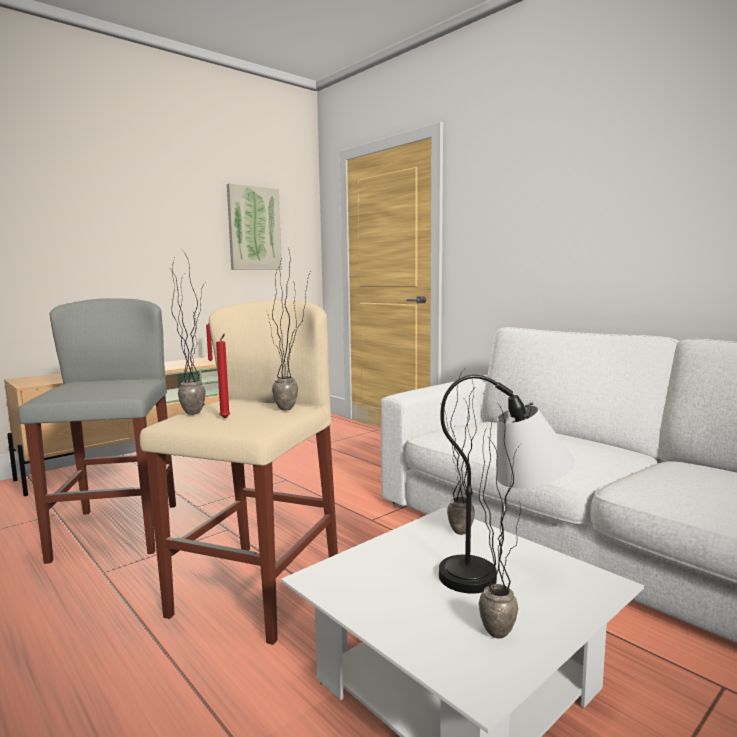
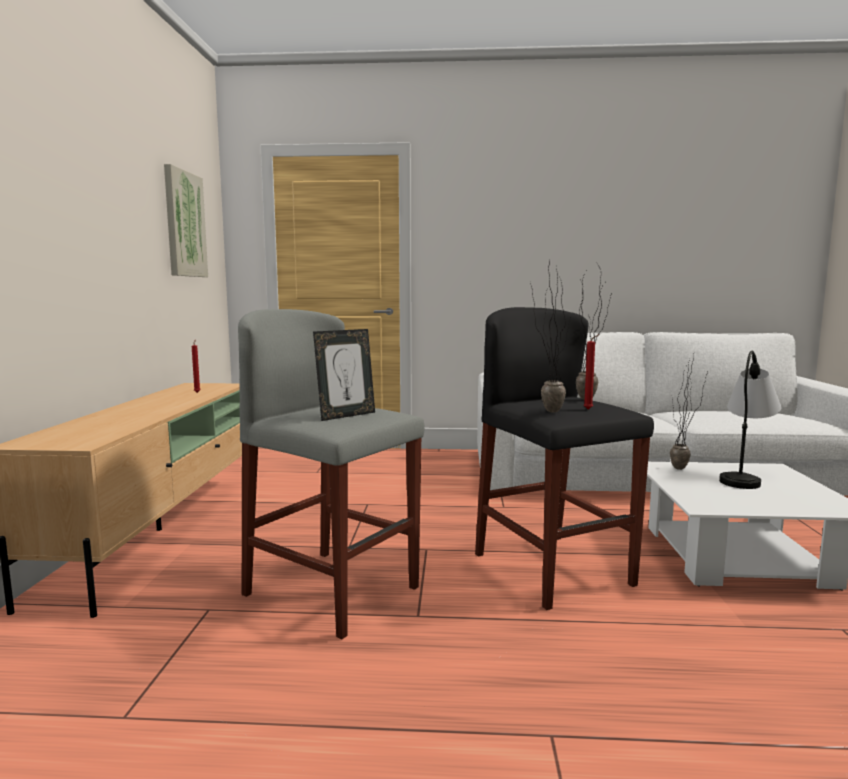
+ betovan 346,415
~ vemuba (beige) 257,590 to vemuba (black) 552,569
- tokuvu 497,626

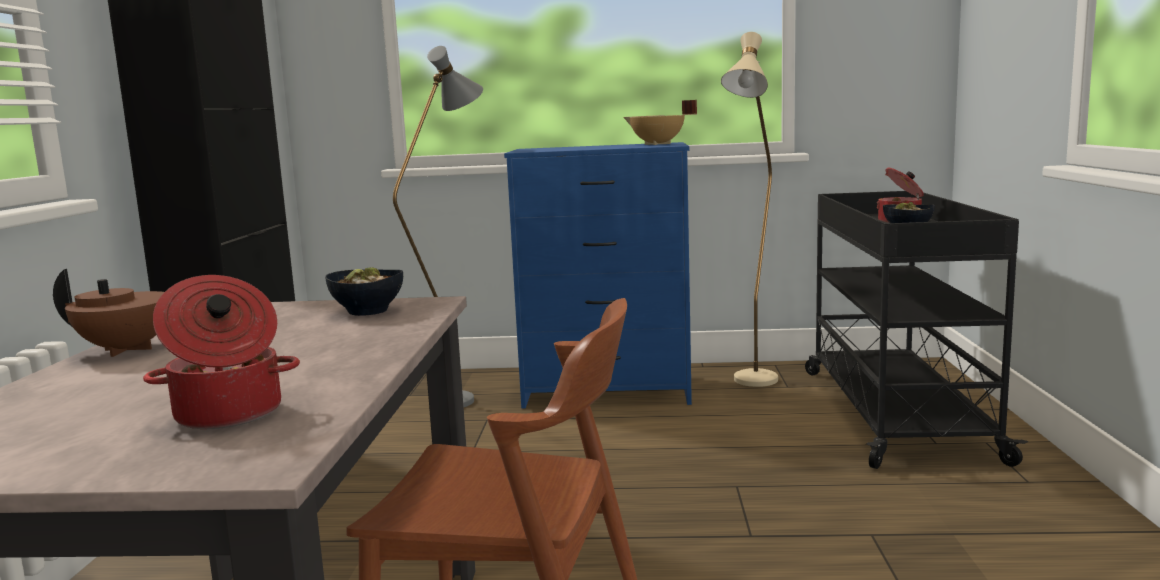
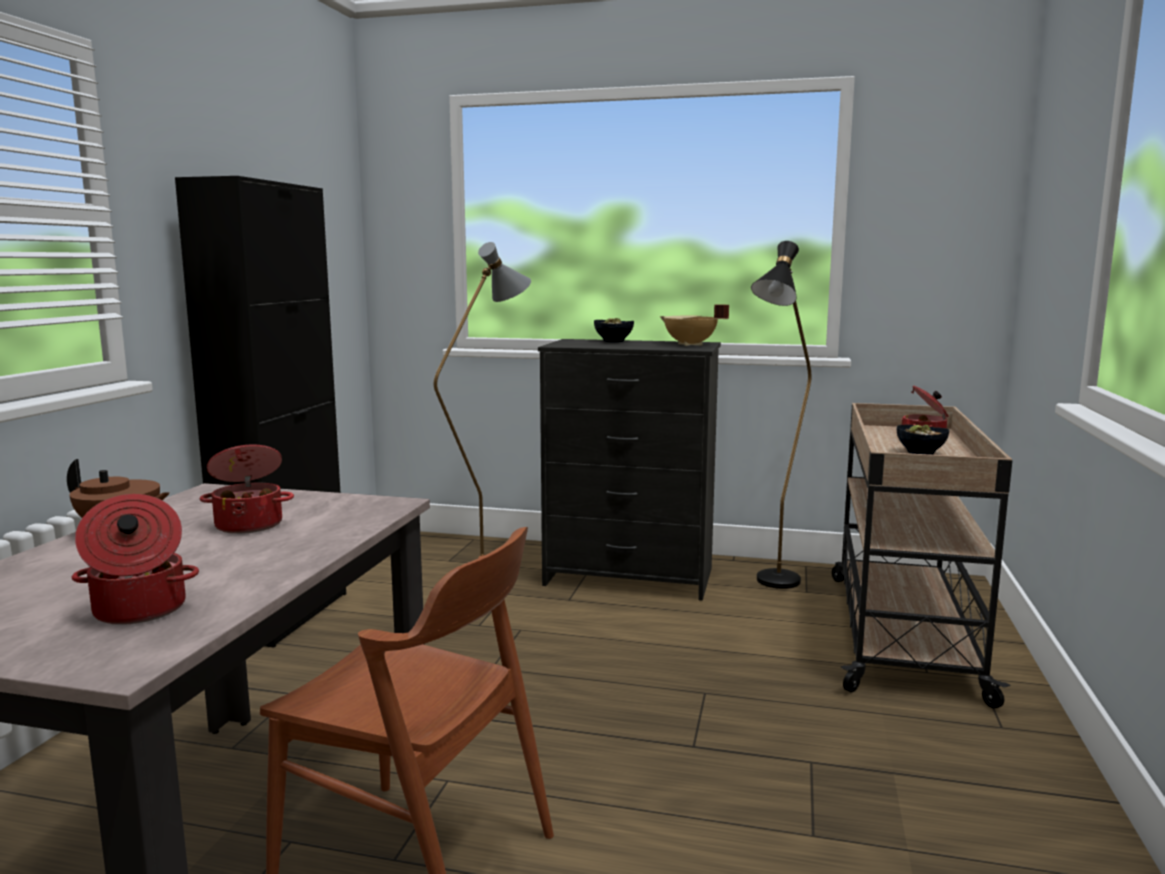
+ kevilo 249,524
~ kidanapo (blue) 607,392 to kidanapo (black) 628,577
~ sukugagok 367,311 to 613,341
~ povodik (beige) 753,385 to povodik (black) 773,586
~ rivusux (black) 894,411 to rivusux (beige) 901,632

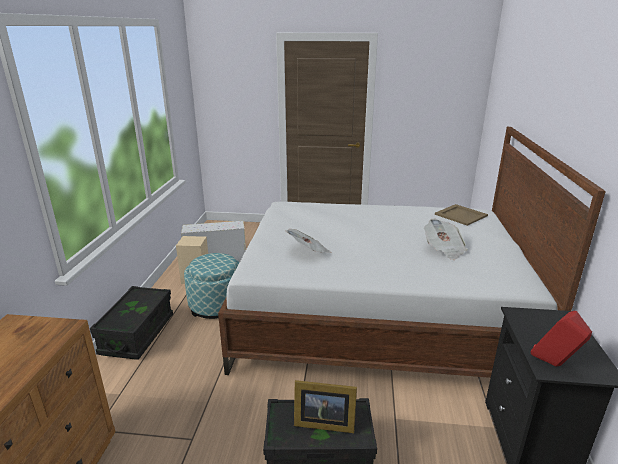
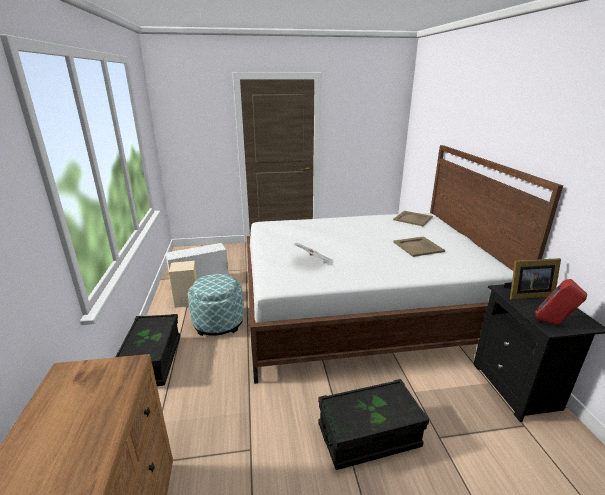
~ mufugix 444,249 to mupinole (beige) 418,247
~ betovan 322,422 to 526,294

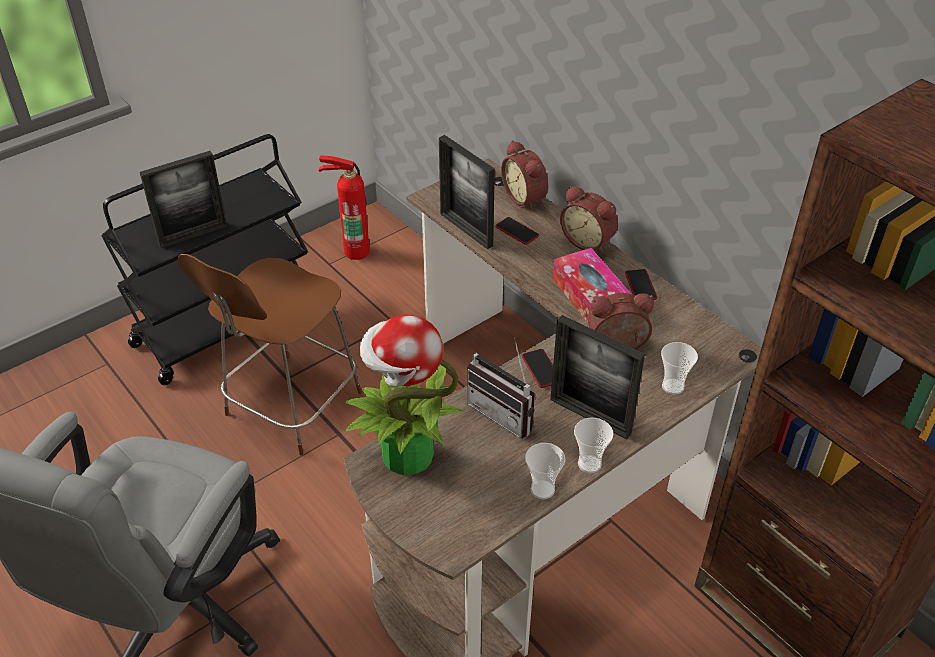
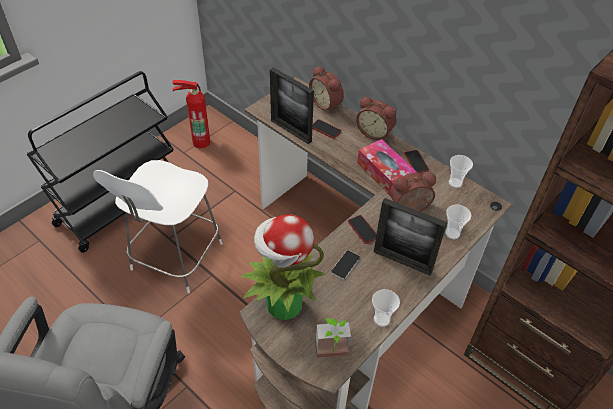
~ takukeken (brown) 290,407 to takukeken (white) 175,259
+ tokuvu 332,355
~ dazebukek 505,413 to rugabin 345,265
~ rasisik 589,464 to 455,183
- betovan 193,235

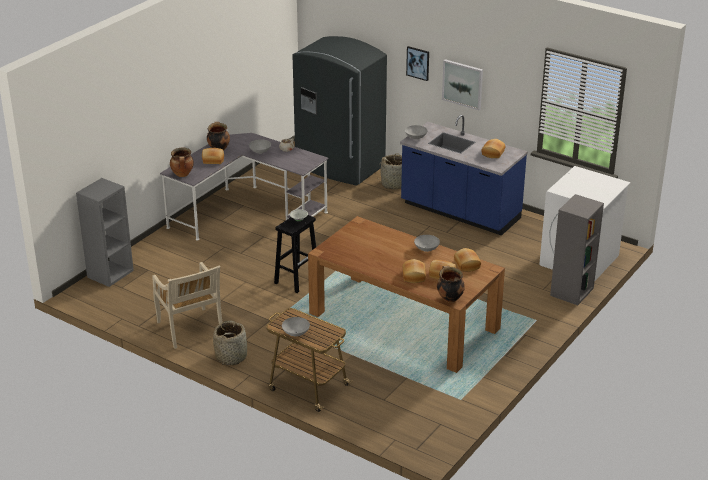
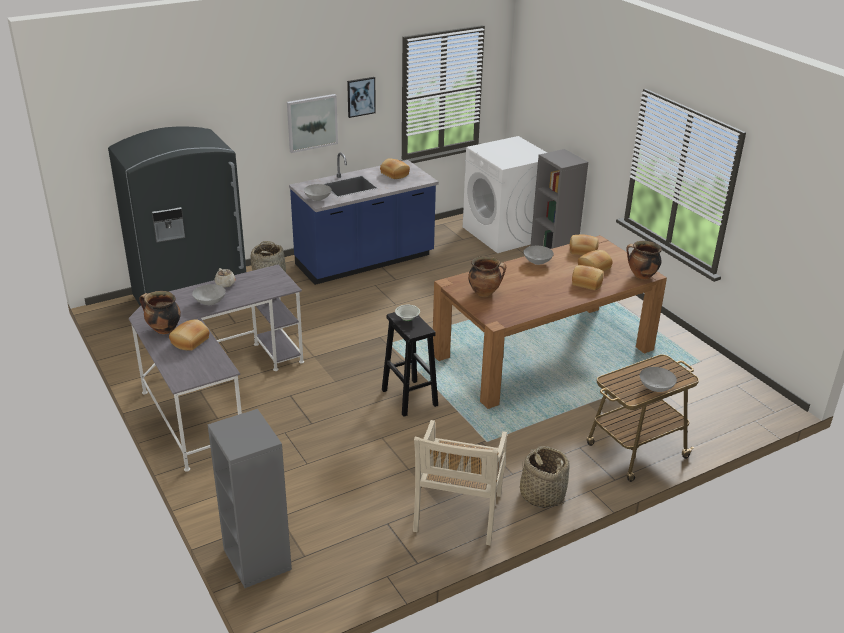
~ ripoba 418,63 to 361,96
~ takukeken (beige) 190,329 = 458,514 105 degrees clockwise
~ kevilo 182,174 to 485,293

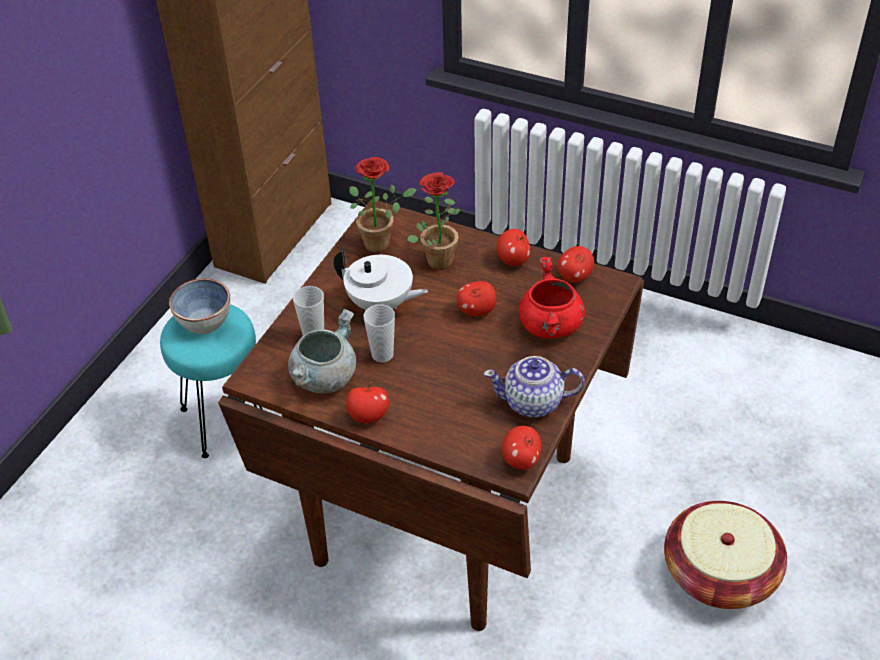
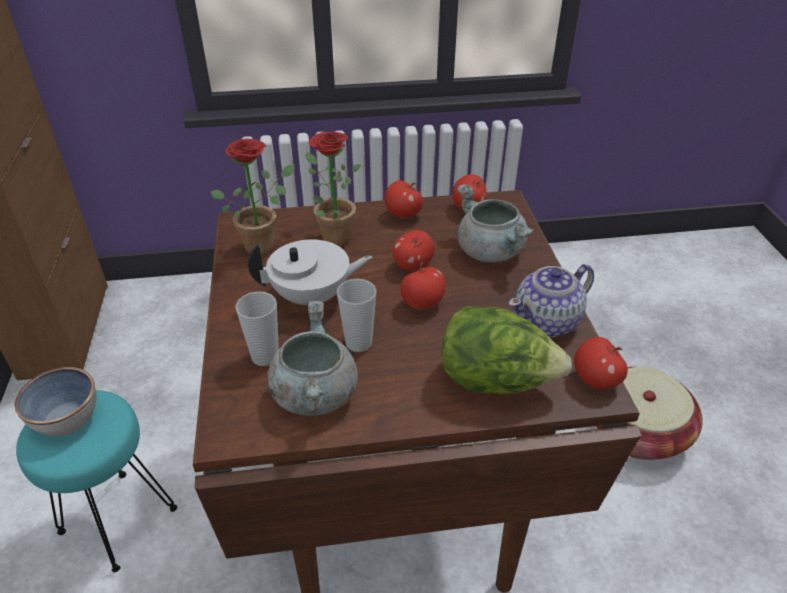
~ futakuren 368,416 to 422,303
+ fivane 496,381
~ kevilo (red) 551,326 to kevilo (grey) 491,252

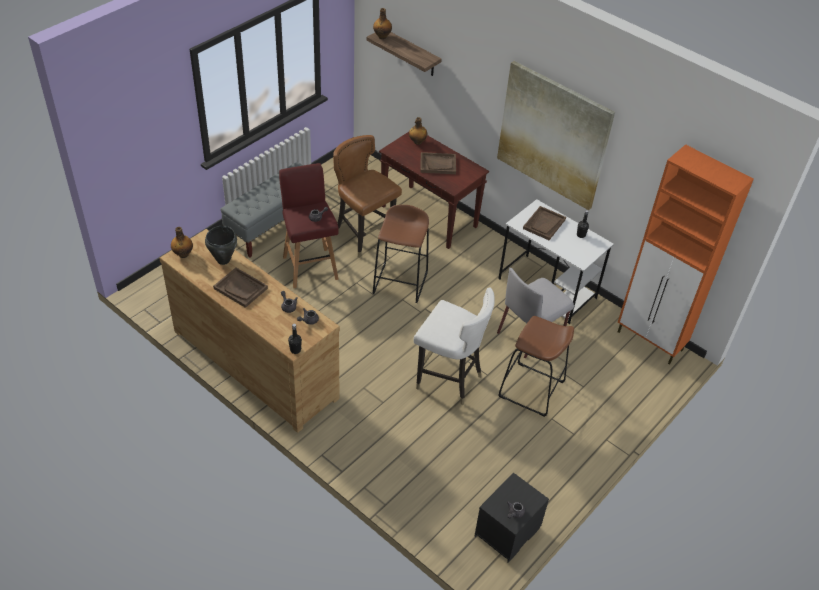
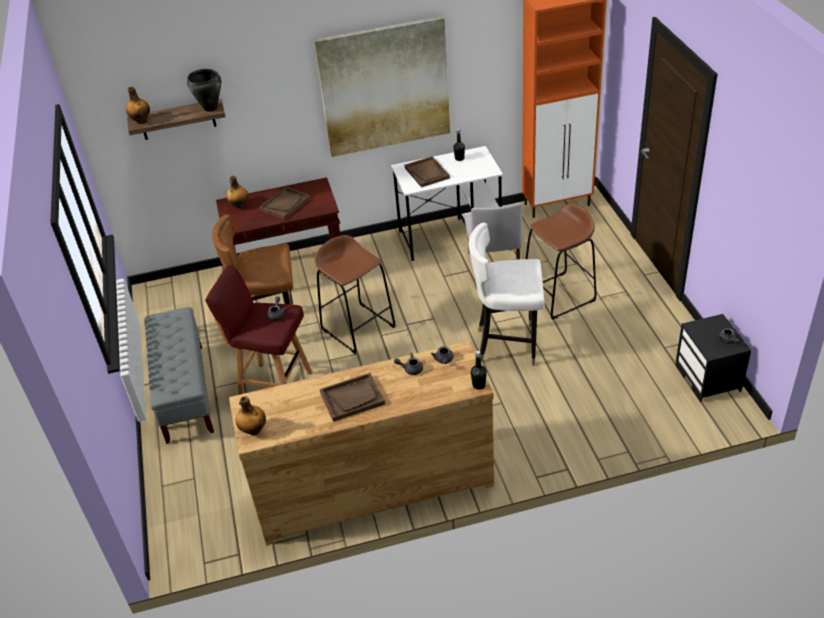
~ kevilo (black) 223,260 to 210,108
~ takukeken (white) 448,380 = 508,345 150 degrees counterclockwise

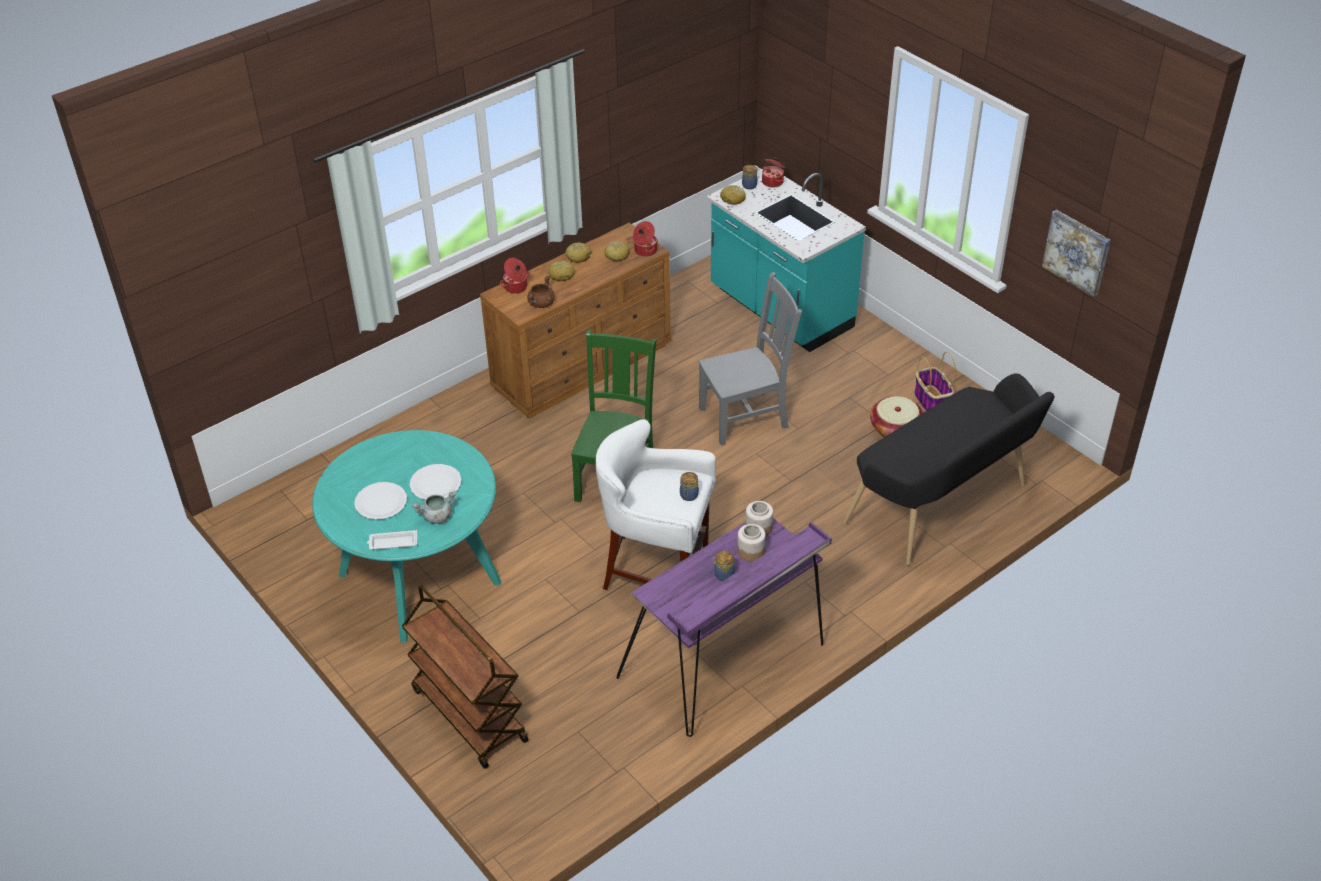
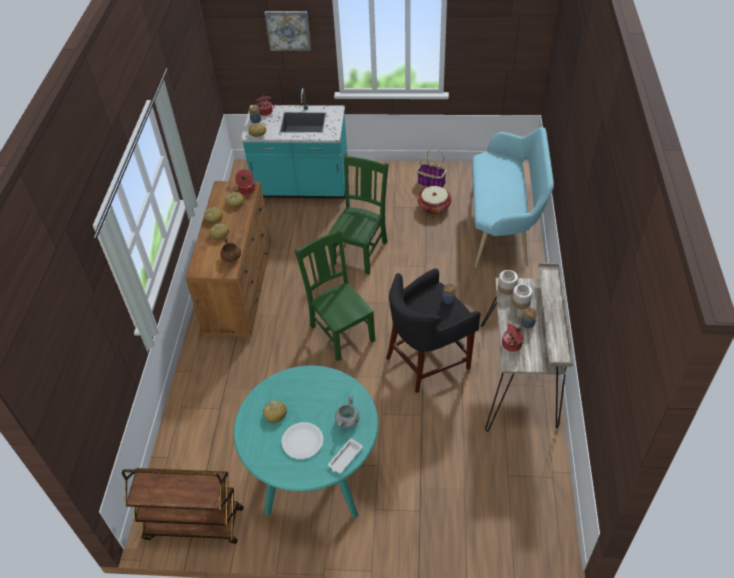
~ rivusux (brown) 468,714 to 193,524
+ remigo 275,414
~ ripoba 1077,252 to 288,30
~ takukeken (grey) 746,417 to takukeken (green) 360,251
~ vemuba (white) 657,571 to vemuba (black) 428,361
~ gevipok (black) 943,508 to gevipok (turquoise) 503,227
~ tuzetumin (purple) 726,661 to tuzetumin (beige) 520,376
~ kevilo 516,287 to 512,344
- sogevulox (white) 436,483

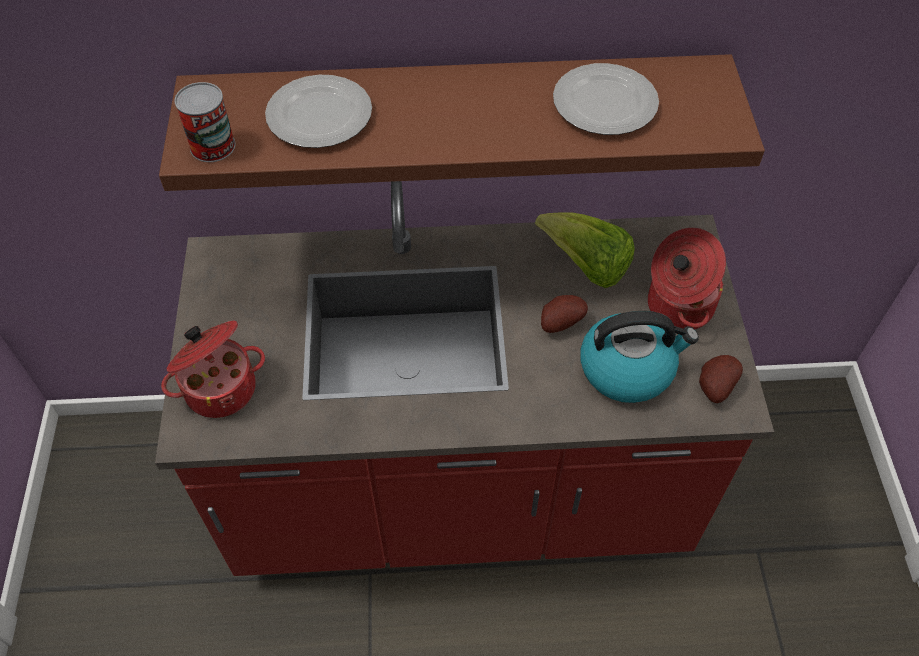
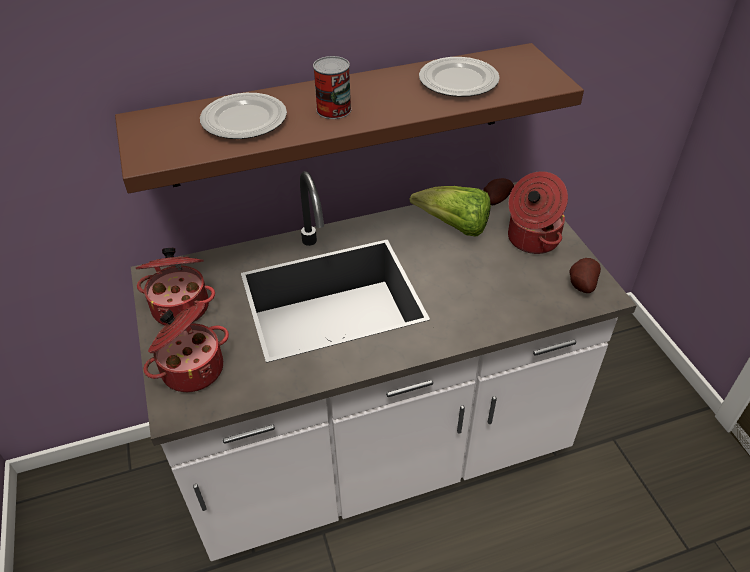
~ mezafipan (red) 460,493 to mezafipan (white) 377,452
+ kevilo 182,306
~ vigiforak 212,146 to 334,110
~ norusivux 559,322 to 494,201
- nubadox 628,368

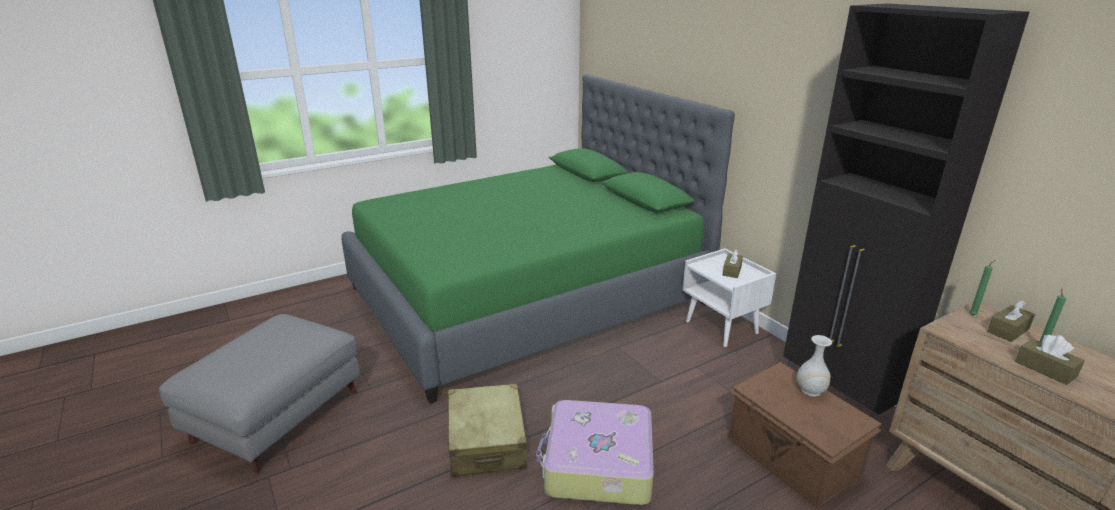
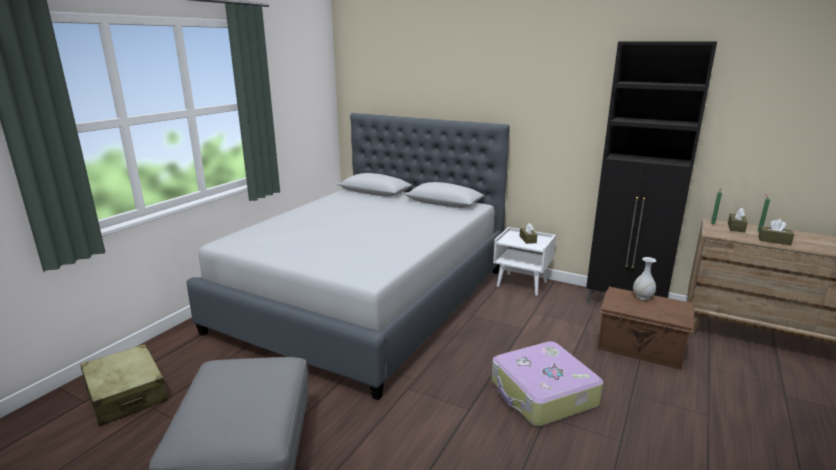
~ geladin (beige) 487,442 to 127,395
~ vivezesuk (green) 527,295 to vivezesuk (grey) 367,299

